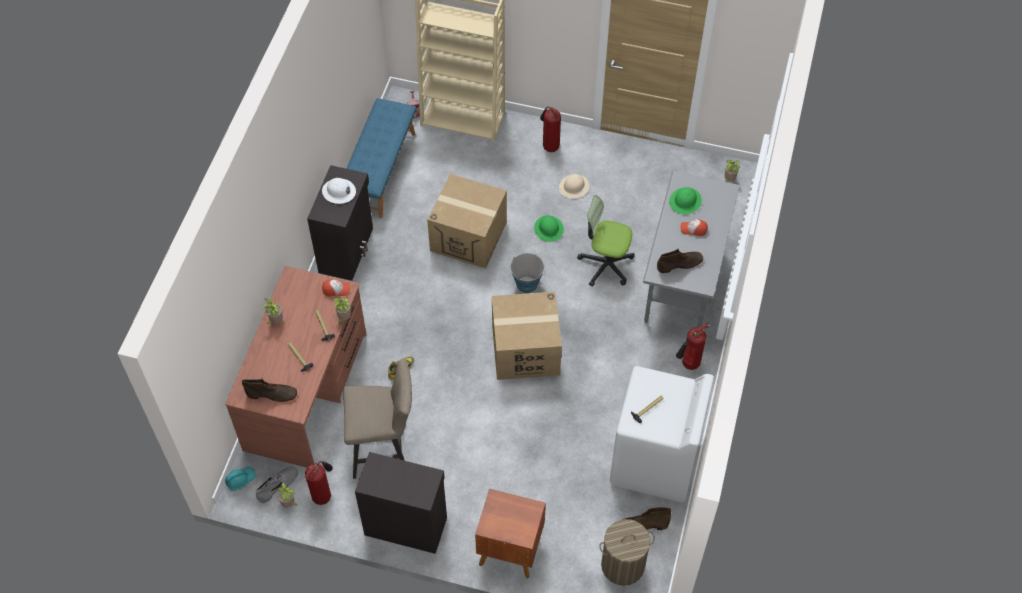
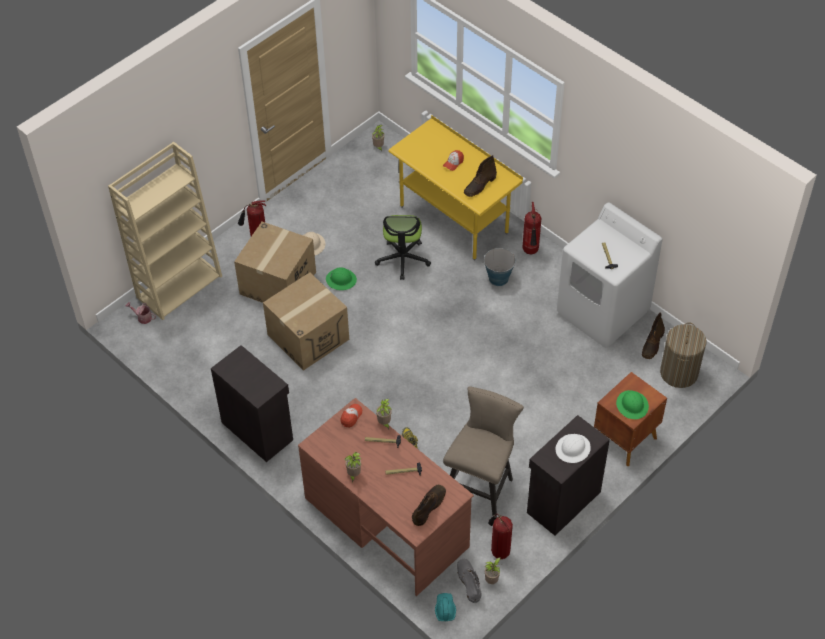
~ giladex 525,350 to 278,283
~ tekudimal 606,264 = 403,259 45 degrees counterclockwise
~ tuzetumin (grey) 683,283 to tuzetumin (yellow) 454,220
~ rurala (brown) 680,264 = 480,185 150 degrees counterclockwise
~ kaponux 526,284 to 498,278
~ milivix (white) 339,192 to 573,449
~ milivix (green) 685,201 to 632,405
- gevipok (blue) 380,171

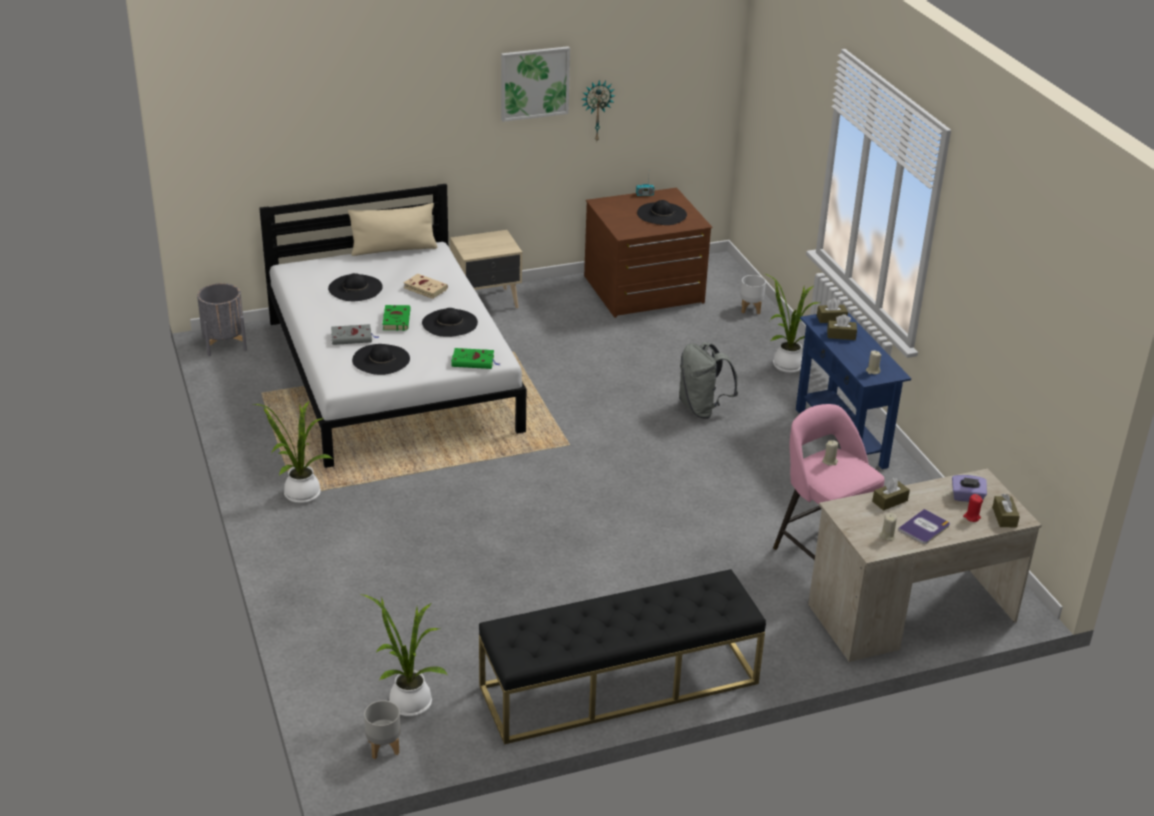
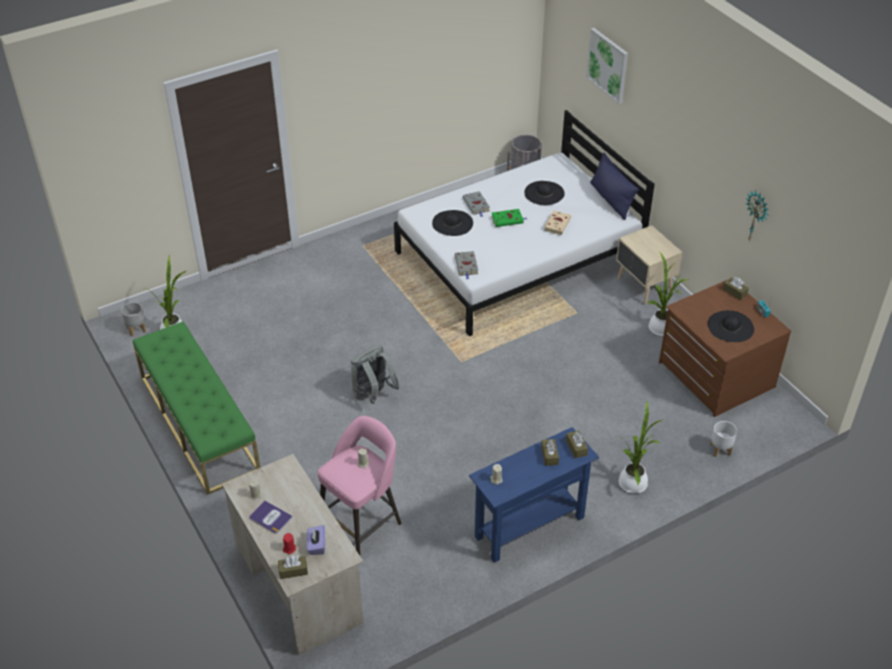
~ gevipok (black) 619,685 to gevipok (green) 198,423
~ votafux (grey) 702,408 to 373,395
~ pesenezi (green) 474,361 to pesenezi (grey) 466,266
~ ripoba 534,83 to 608,65
~ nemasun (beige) 393,249 to nemasun (blue) 611,199
~ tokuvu 299,494 to 660,327
~ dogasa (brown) 890,501 to 734,292
- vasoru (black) 449,323

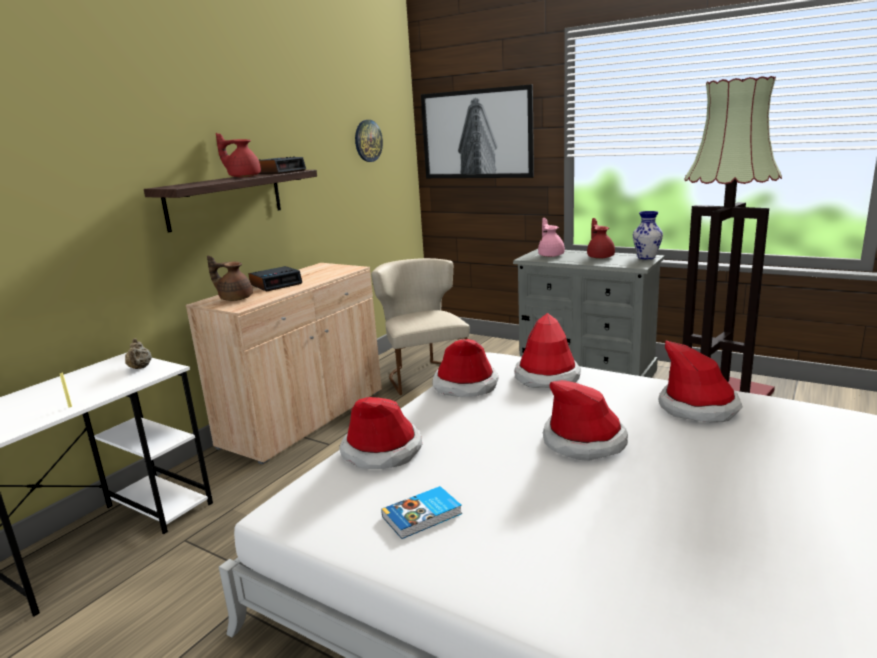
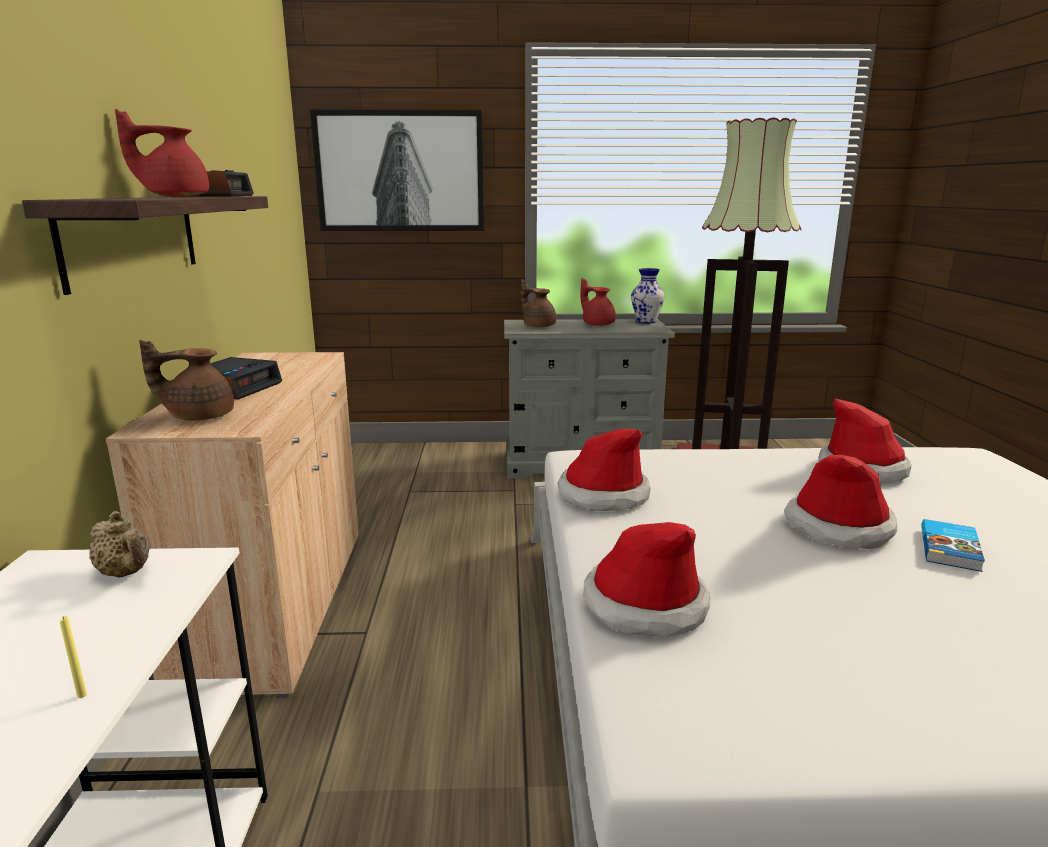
~ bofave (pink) 551,255 to bofave (brown) 538,326
~ pesenezi 423,516 to 951,549
- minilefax 368,141
- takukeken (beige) 424,375
- vasoru 547,377

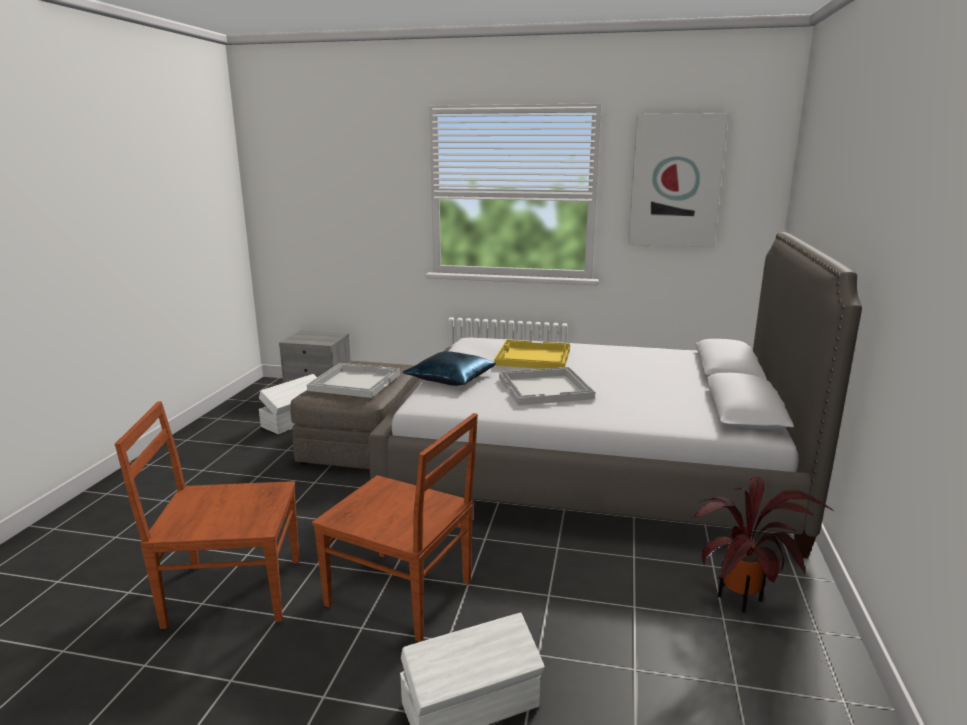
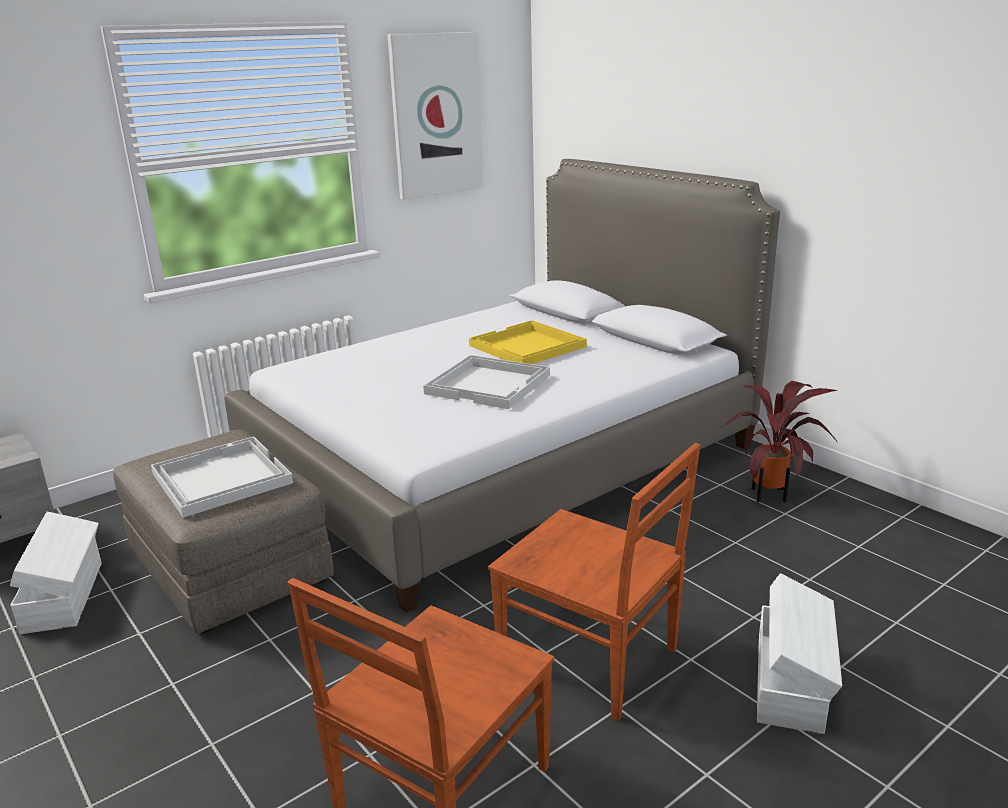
~ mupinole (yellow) 532,357 to 527,346
~ takukeken (brown) 402,595 = 591,659 60 degrees clockwise
- nemasun (blue) 450,378

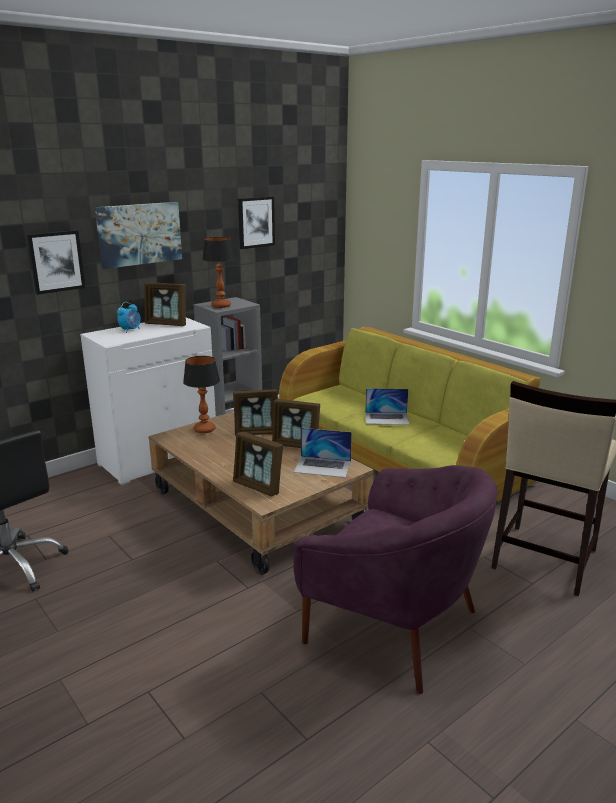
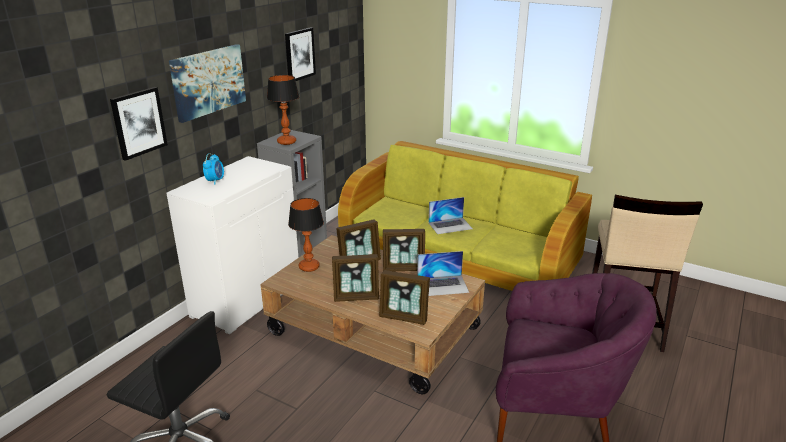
~ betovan 167,324 to 356,297

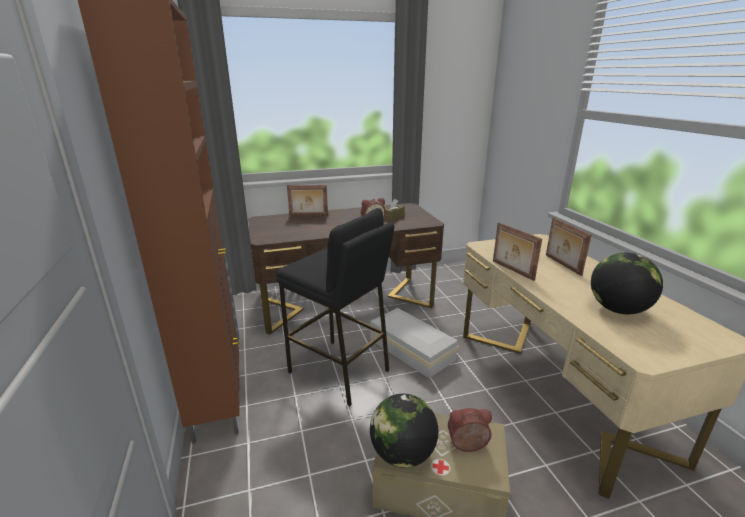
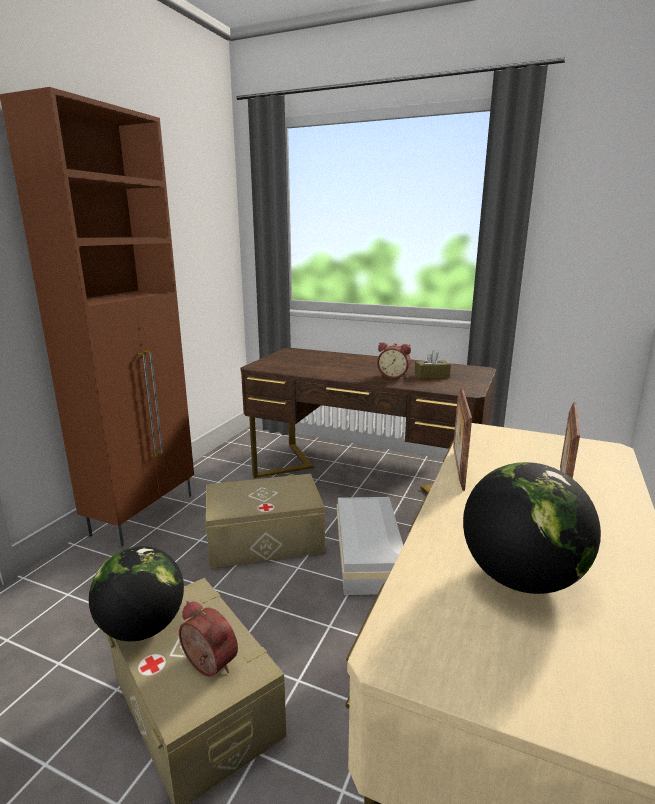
~ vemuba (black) 339,371 to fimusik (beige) 264,539
- betovan 308,215

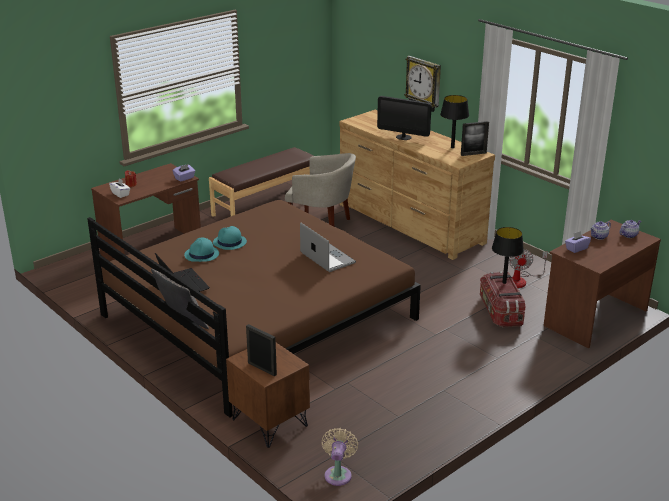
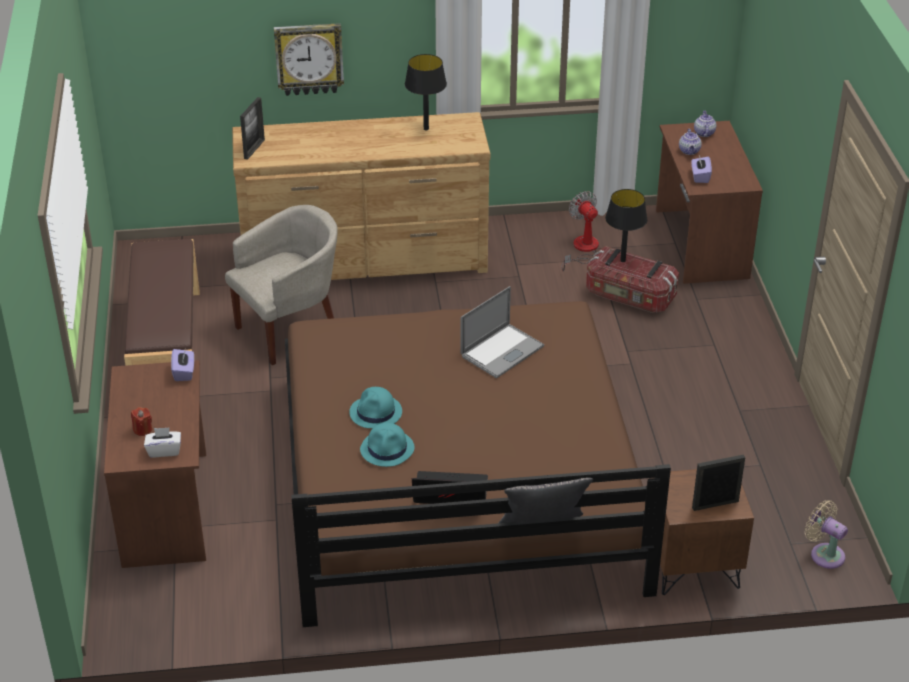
~ betovan 473,154 to 254,149
~ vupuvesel 327,258 = 502,351 135 degrees clockwise
~ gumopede 521,280 = 582,249 150 degrees counterclockwise
- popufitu 403,137

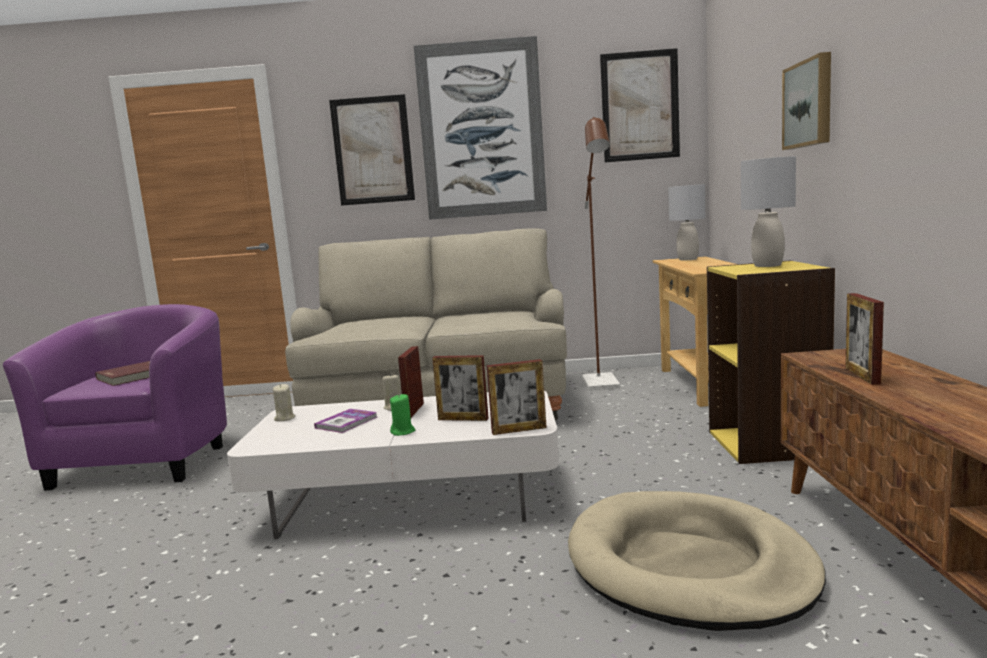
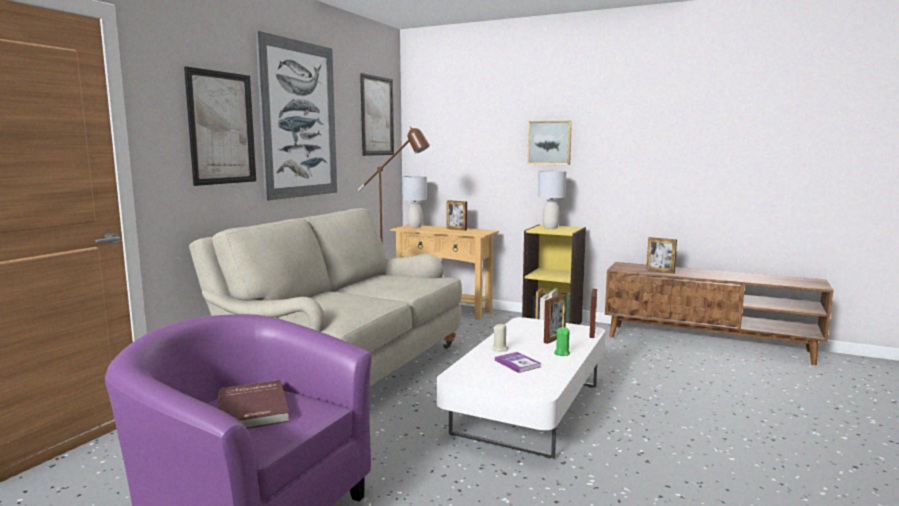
~ betovan 414,410 to 456,229
- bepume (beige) 284,418
- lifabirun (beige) 688,566

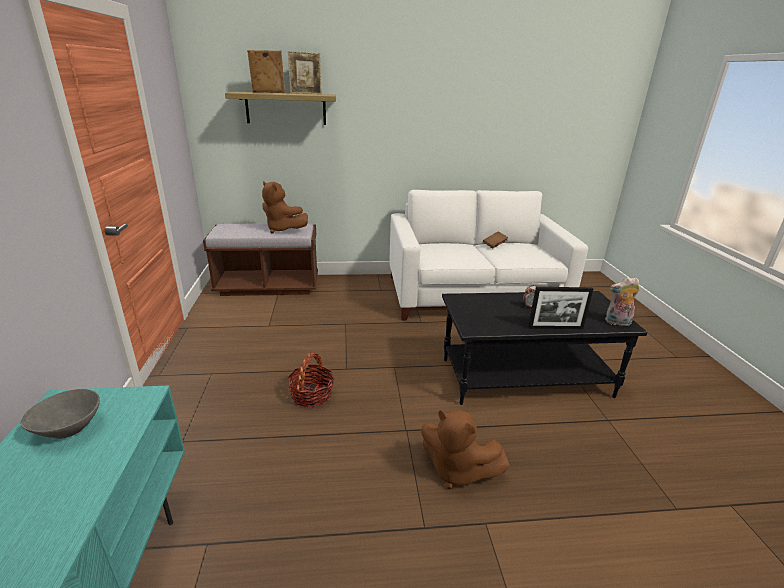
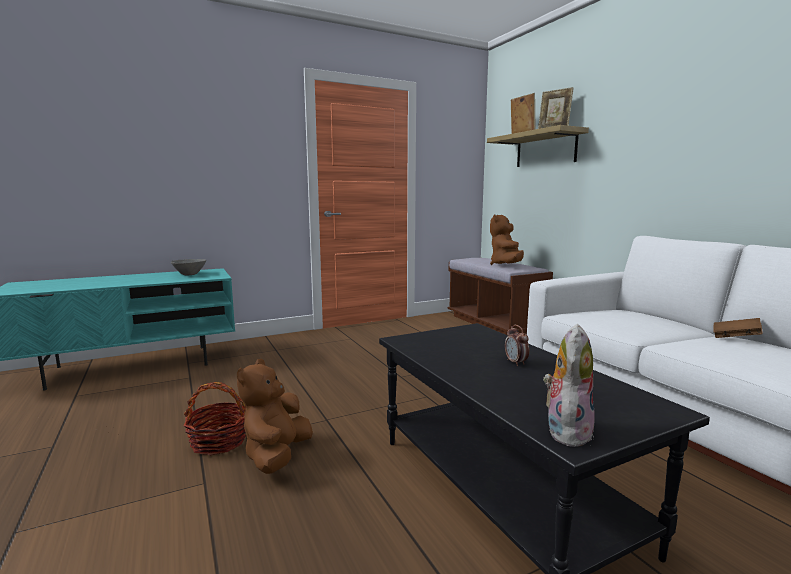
~ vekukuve 311,395 to 218,441
~ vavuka 617,322 = 566,430 45 degrees clockwise
- betovan 555,328

